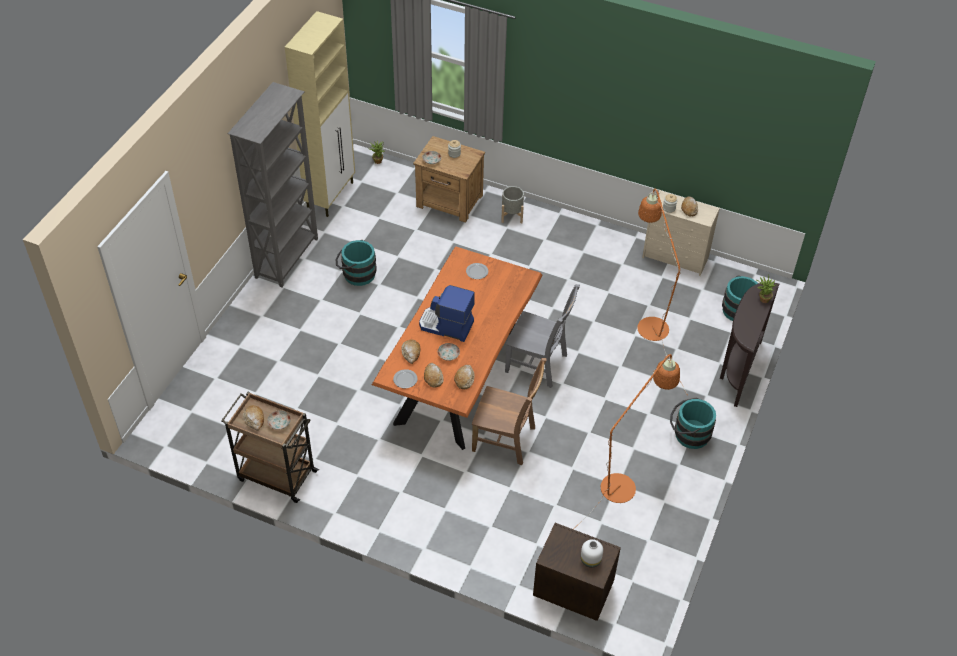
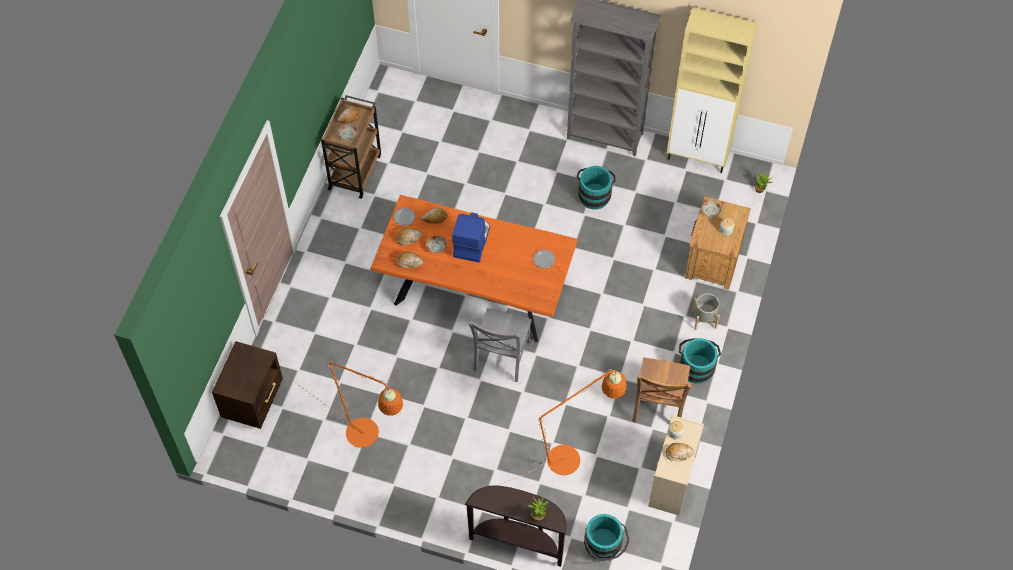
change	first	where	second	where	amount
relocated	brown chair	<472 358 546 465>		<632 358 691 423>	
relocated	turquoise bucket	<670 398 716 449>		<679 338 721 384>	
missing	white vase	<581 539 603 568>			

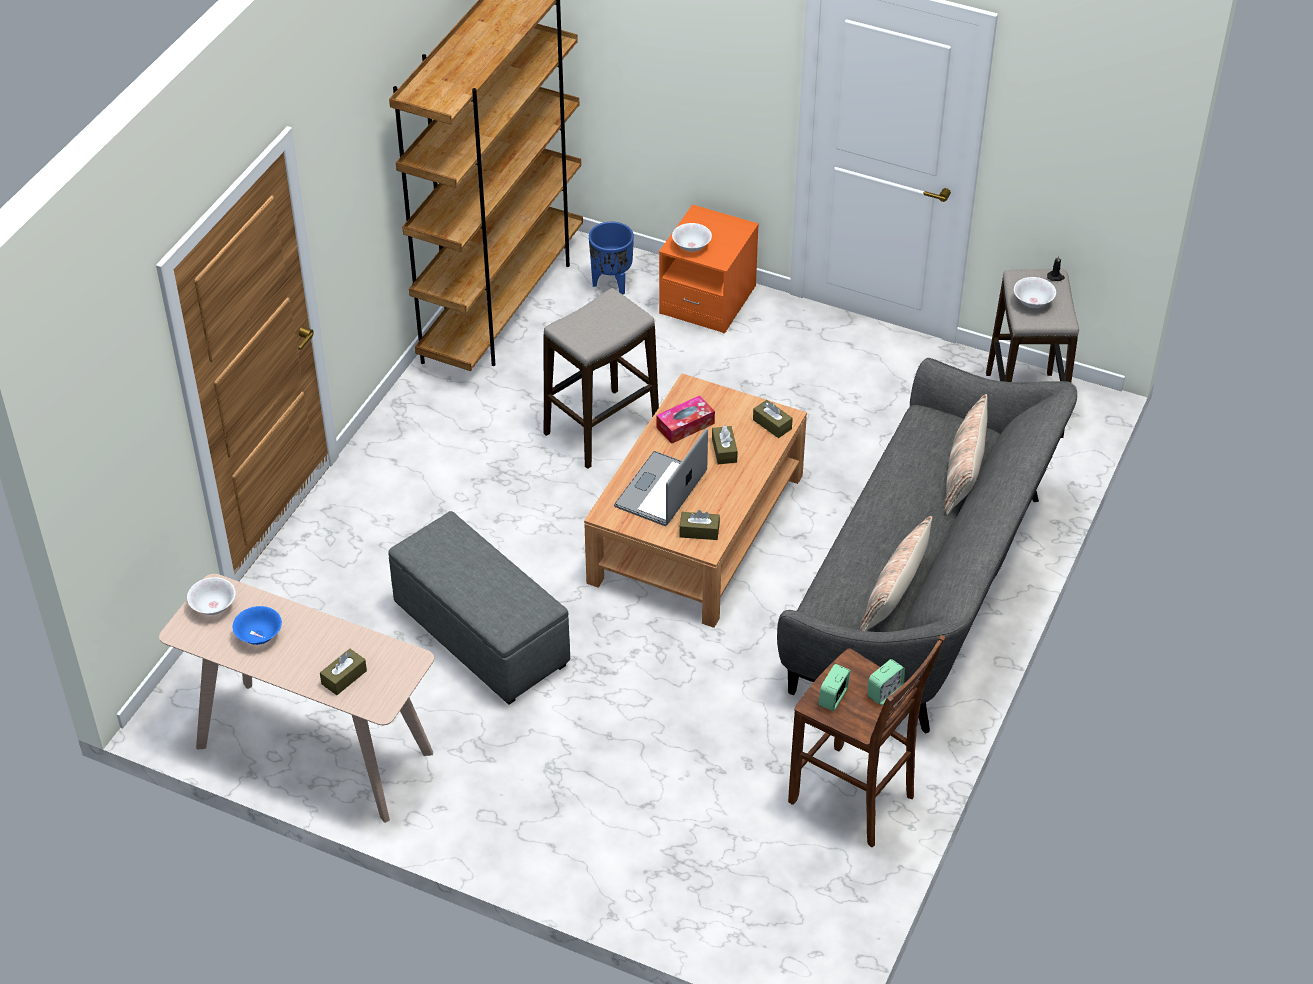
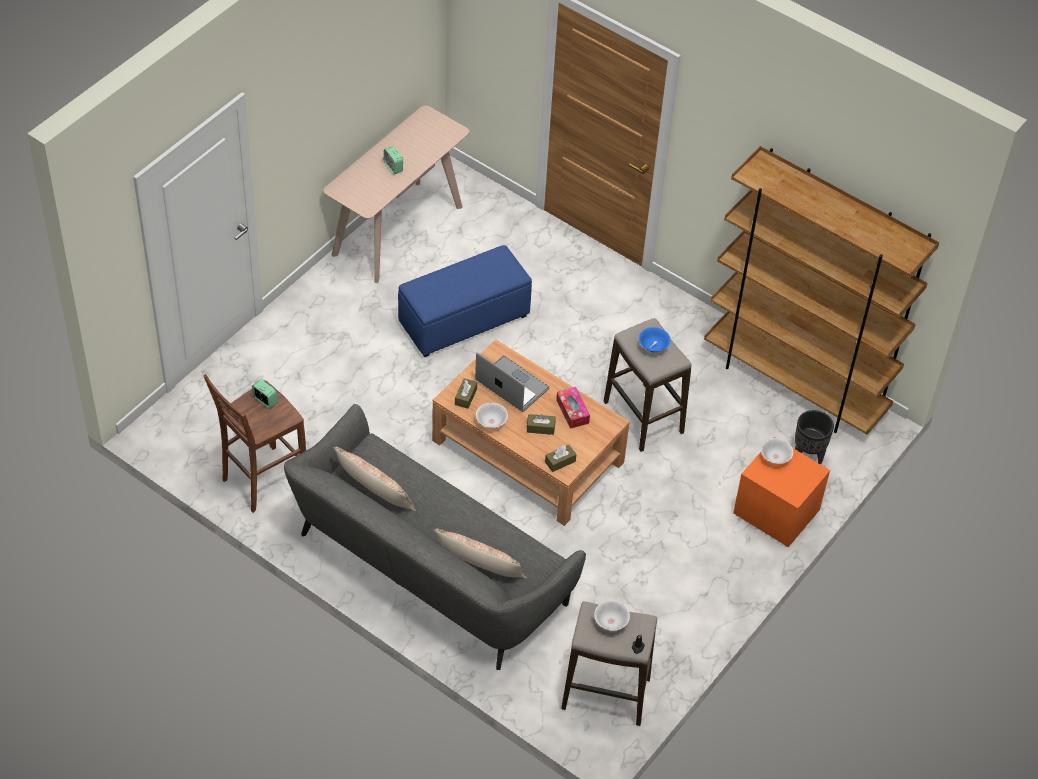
change	first	where	second	where	amount
colour	blue planter	<589 222 634 295>	black planter	<795 410 834 464>	
colour	grey ottoman	<388 511 570 705>	blue ottoman	<398 245 532 357>	
relocated	white bowl	<187 577 236 615>		<476 403 508 428>	
relocated	blue bowl	<233 606 282 645>		<639 327 671 352>	
missing	brown tissue box	<320 649 367 695>			
relocated	alarm clock	<868 659 905 705>		<384 146 403 174>	

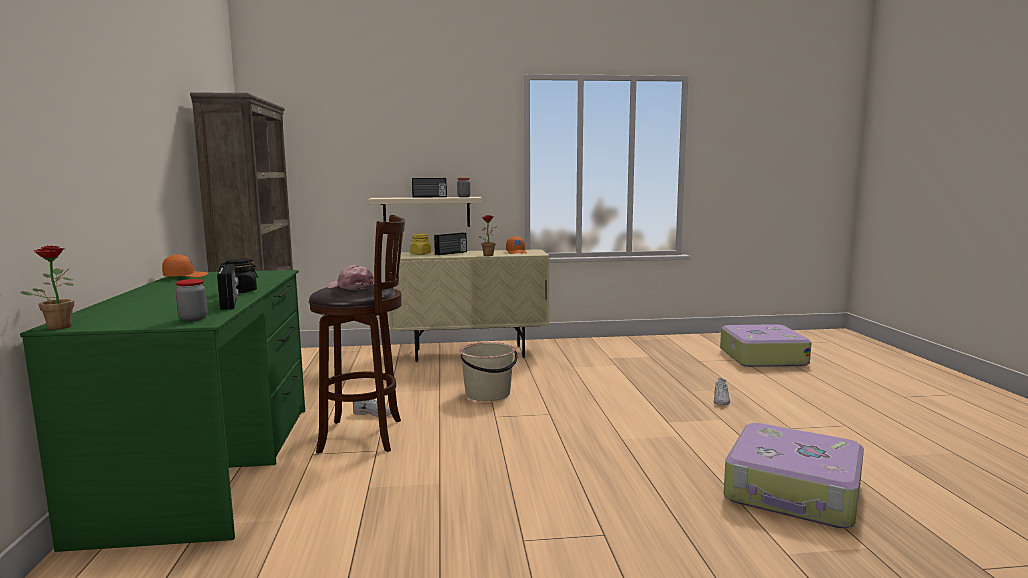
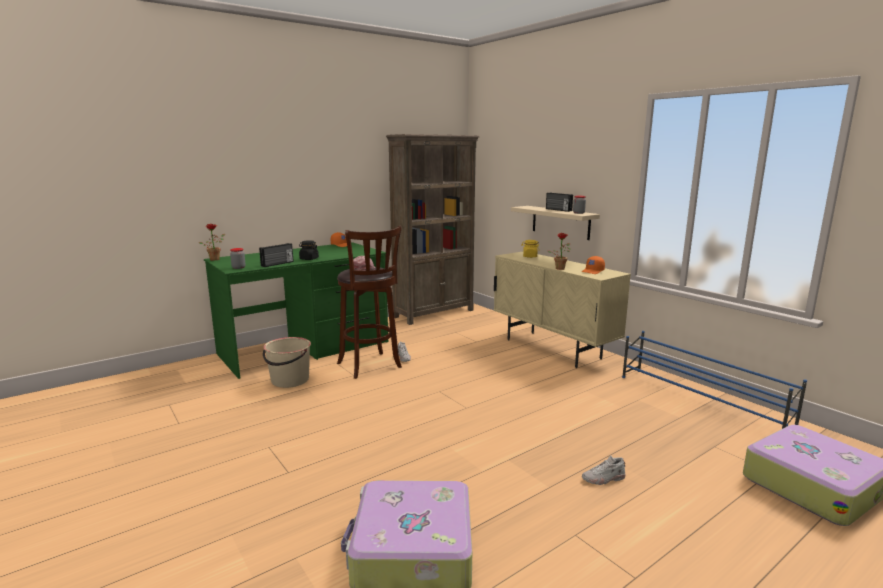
change	first	where	second	where	amount
missing	radio	<434 232 467 255>			
relocated	beige bucket	<459 342 517 401>		<263 337 311 388>	
appeared			blue shoe rack	<622 331 807 429>	

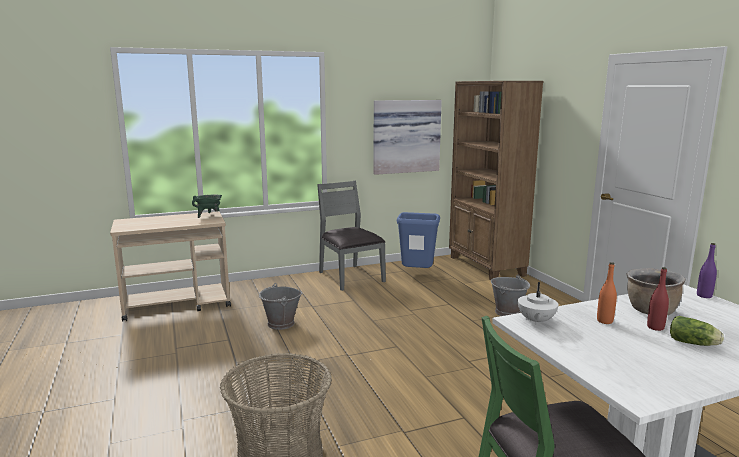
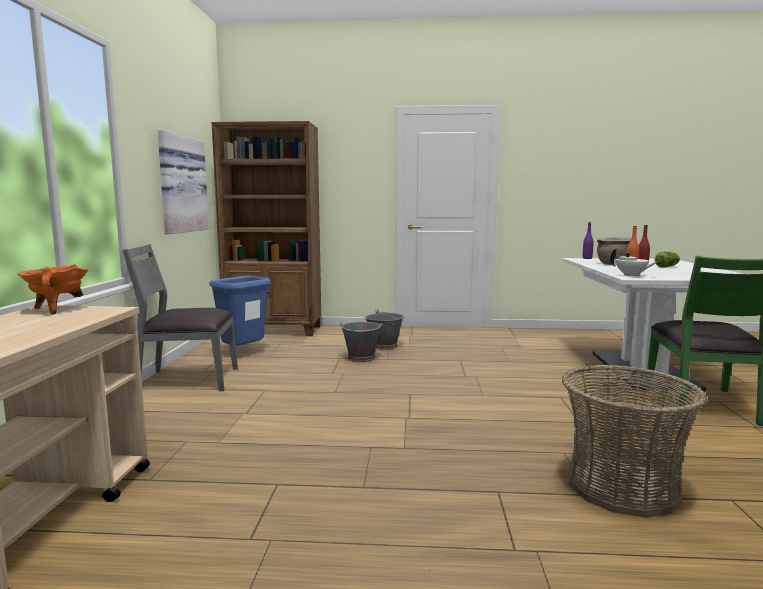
change	first	where	second	where	amount
colour	green cooking pot	<192 195 222 218>	orange cooking pot	<18 264 88 315>	
relocated	grey bucket	<259 283 302 330>		<339 322 383 362>	

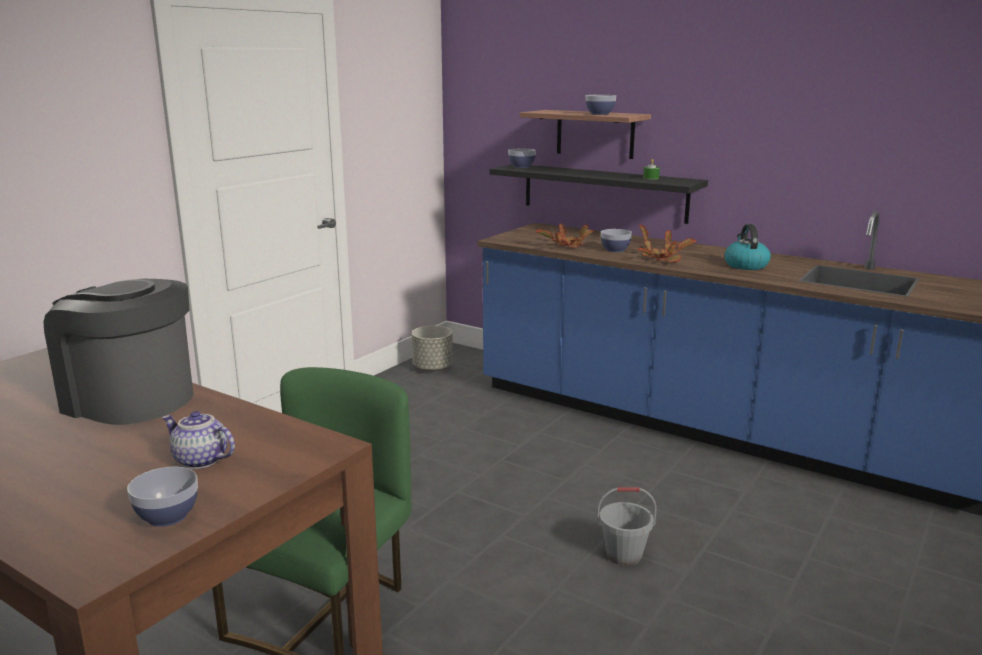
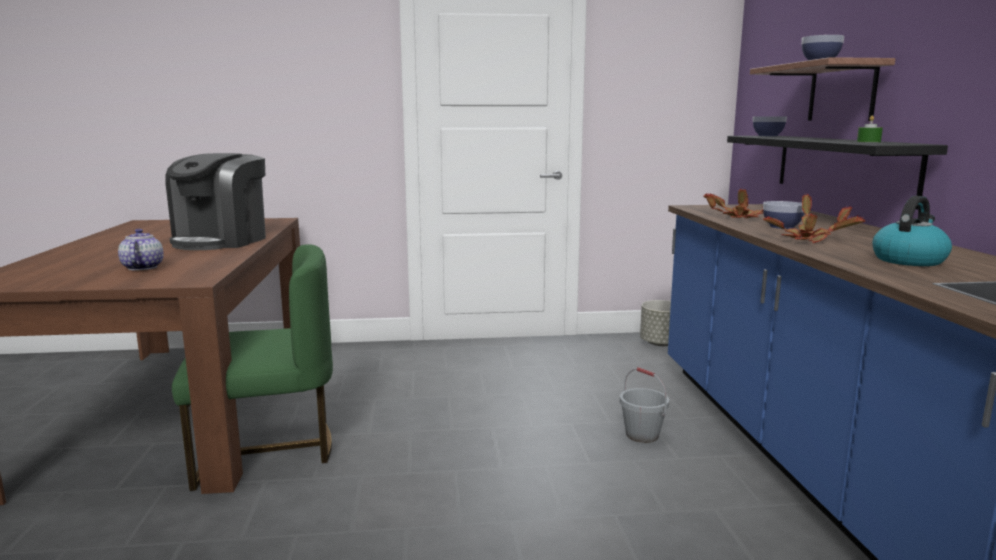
change	first	where	second	where	amount
spun	coffee machine	<43 279 193 425>		<165 153 266 250>	150 degrees counterclockwise
missing	bowl	<127 467 198 527>			
relocated	grey bucket	<597 487 657 566>		<620 367 669 443>	

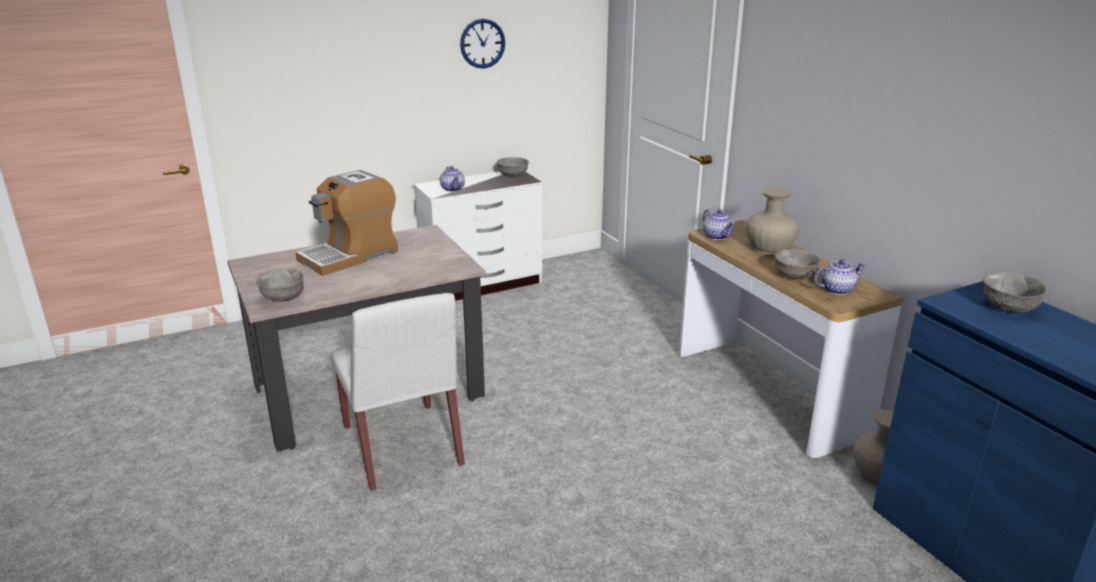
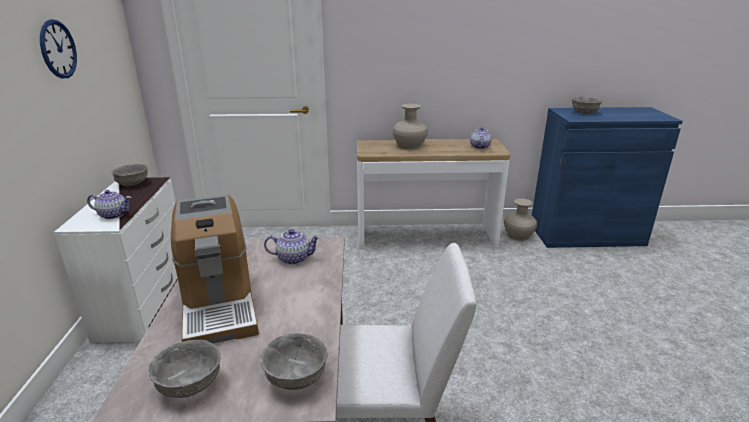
change	first	where	second	where	amount
relocated	teapot	<703 209 735 240>		<264 229 320 265>	
relocated	grey bowl	<775 249 821 279>		<149 340 221 398>	

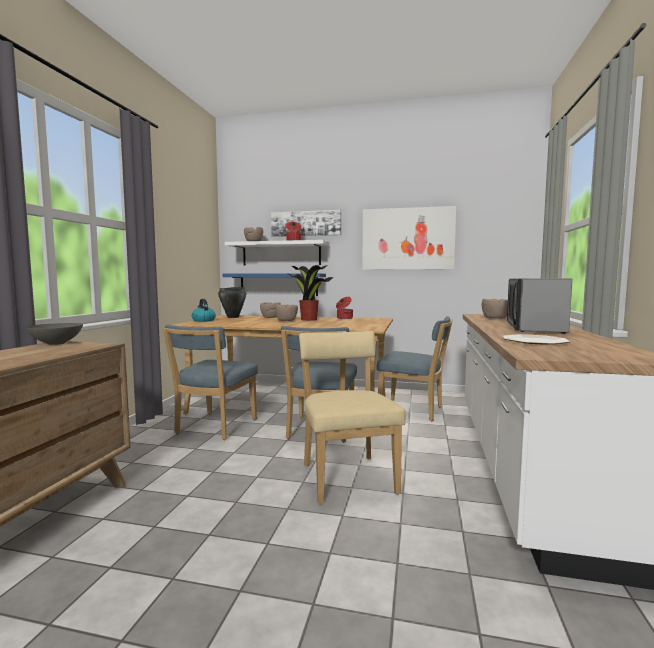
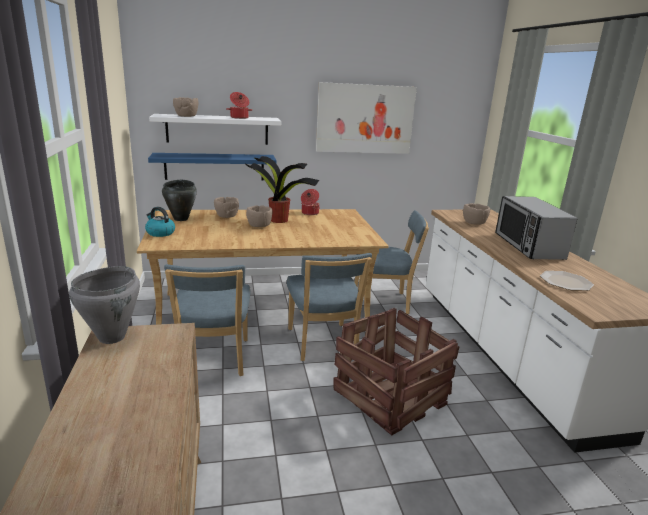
change	first	where	second	where	amount
missing	picture	<271 210 341 237>			
exchanged	grey bowl	<25 323 83 345>	grey cooking pot	<69 266 140 344>	
exchanged	beige chair	<299 331 405 504>	crate	<333 308 459 436>	

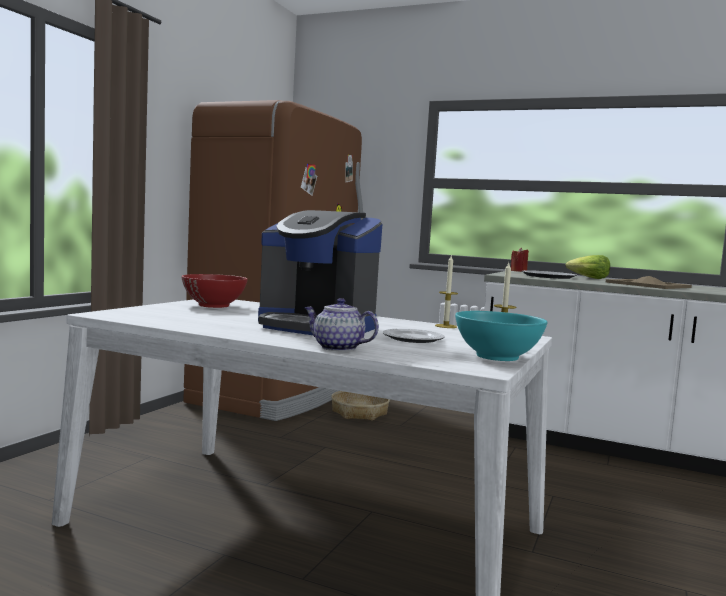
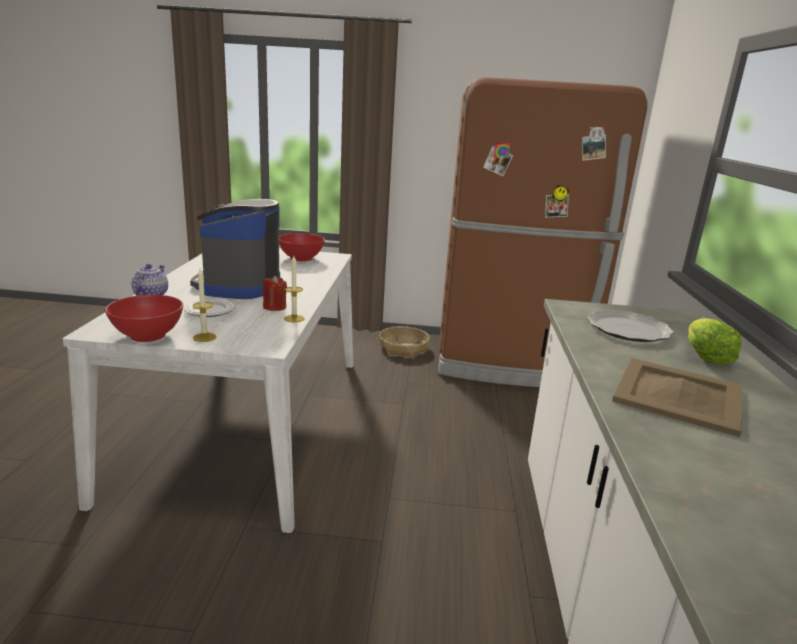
change	first	where	second	where	amount
relocated	red candle	<511 248 529 272>		<263 276 287 311>	
colour	turquoise bowl	<455 311 547 361>	red bowl	<105 295 183 342>	
relocated	basket	<331 391 390 420>		<379 326 430 358>	

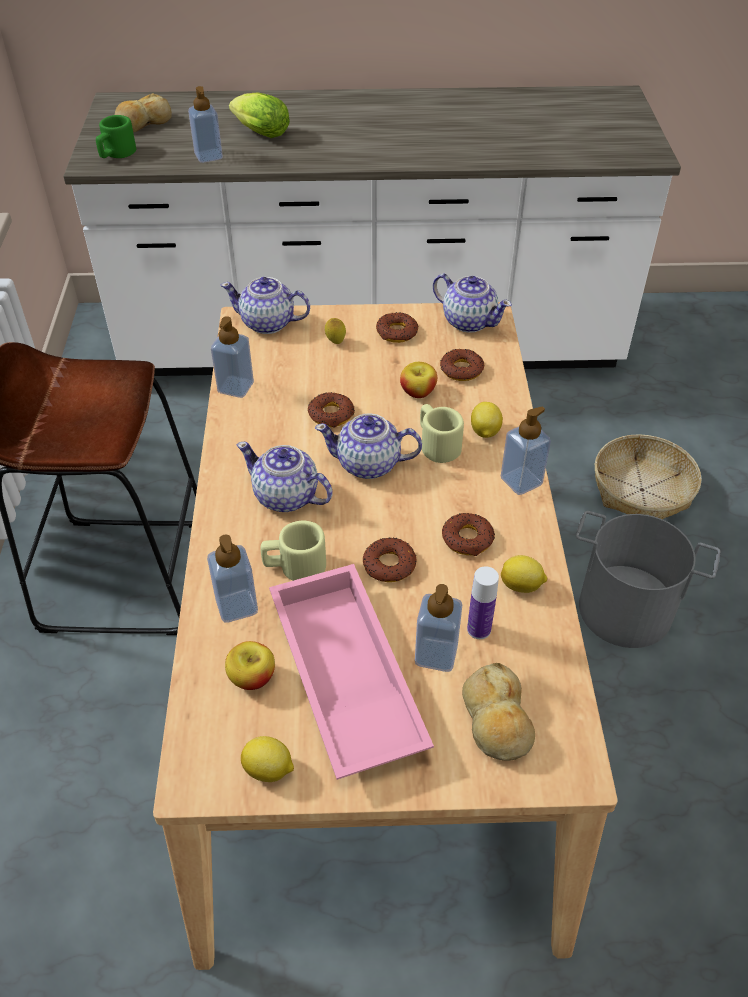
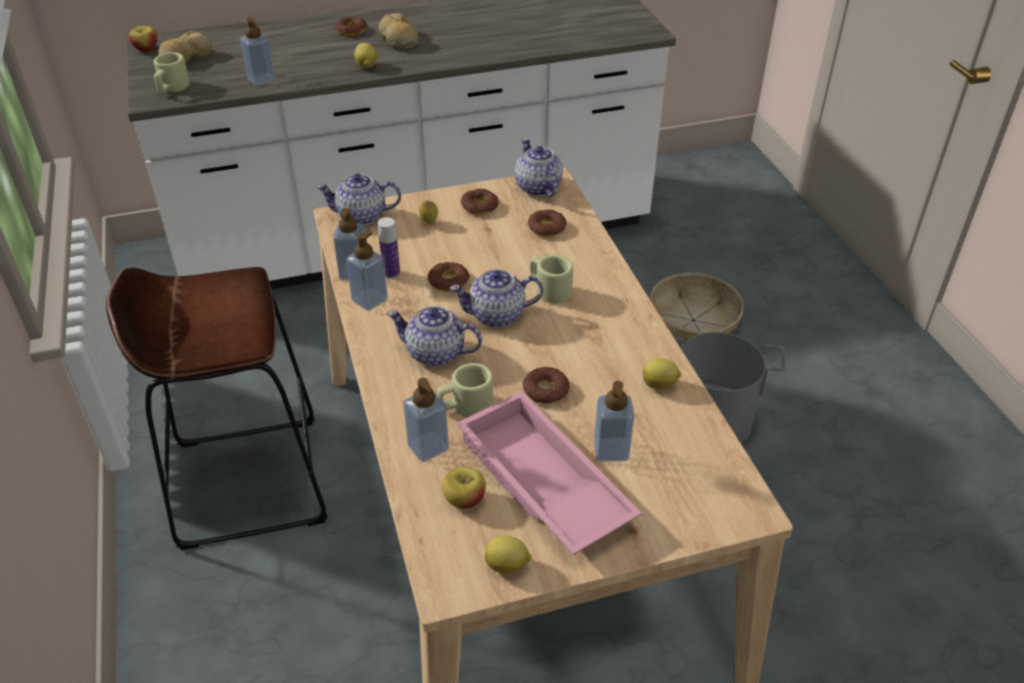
change	first	where	second	where	amount
missing	lettuce	<229 93 290 138>			
colour	green mug	<96 115 136 158>	beige mug	<154 52 190 93>	
spun	teapot	<433 274 512 333>		<514 138 563 196>	135 degrees counterclockwise
relocated	apple	<400 362 437 398>		<129 26 158 52>	
relocated	lemon	<471 402 503 438>		<354 43 377 68>	
relocated	soap dispenser	<501 407 551 495>		<346 231 388 311>	
relocated	donut	<442 513 495 556>		<335 17 367 36>	
relocated	bottle	<467 566 499 639>		<378 217 400 279>	
relocated	bread	<462 663 535 761>		<379 12 419 49>	

